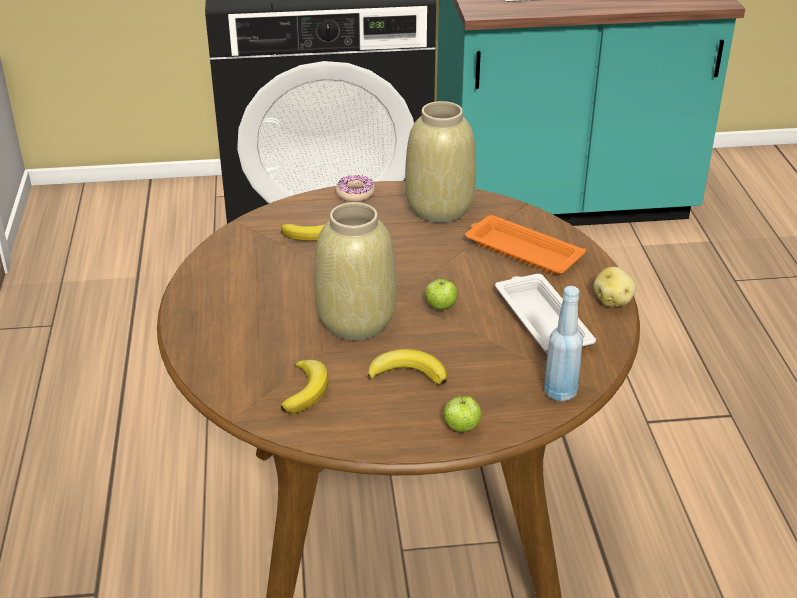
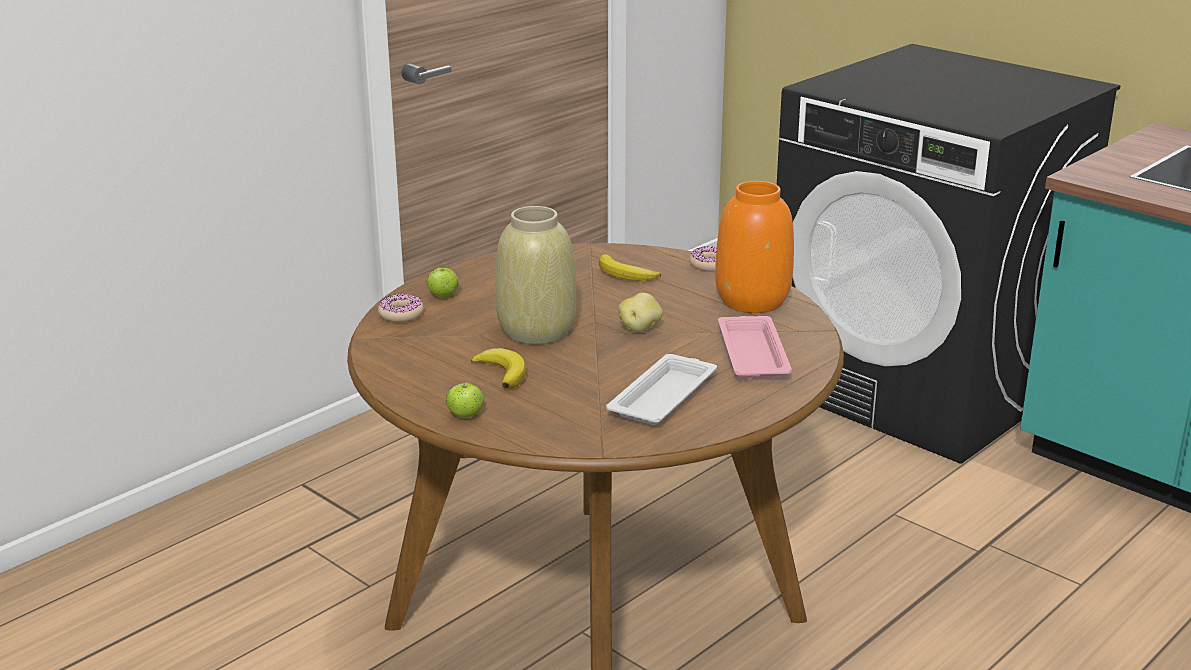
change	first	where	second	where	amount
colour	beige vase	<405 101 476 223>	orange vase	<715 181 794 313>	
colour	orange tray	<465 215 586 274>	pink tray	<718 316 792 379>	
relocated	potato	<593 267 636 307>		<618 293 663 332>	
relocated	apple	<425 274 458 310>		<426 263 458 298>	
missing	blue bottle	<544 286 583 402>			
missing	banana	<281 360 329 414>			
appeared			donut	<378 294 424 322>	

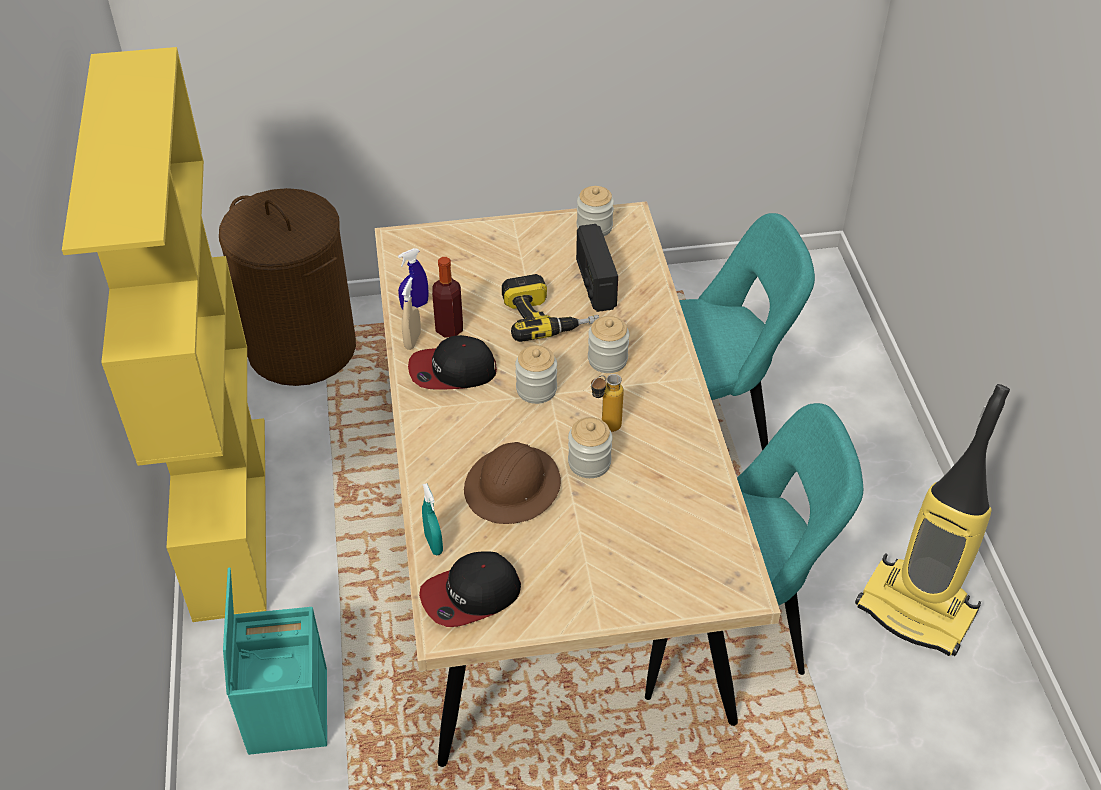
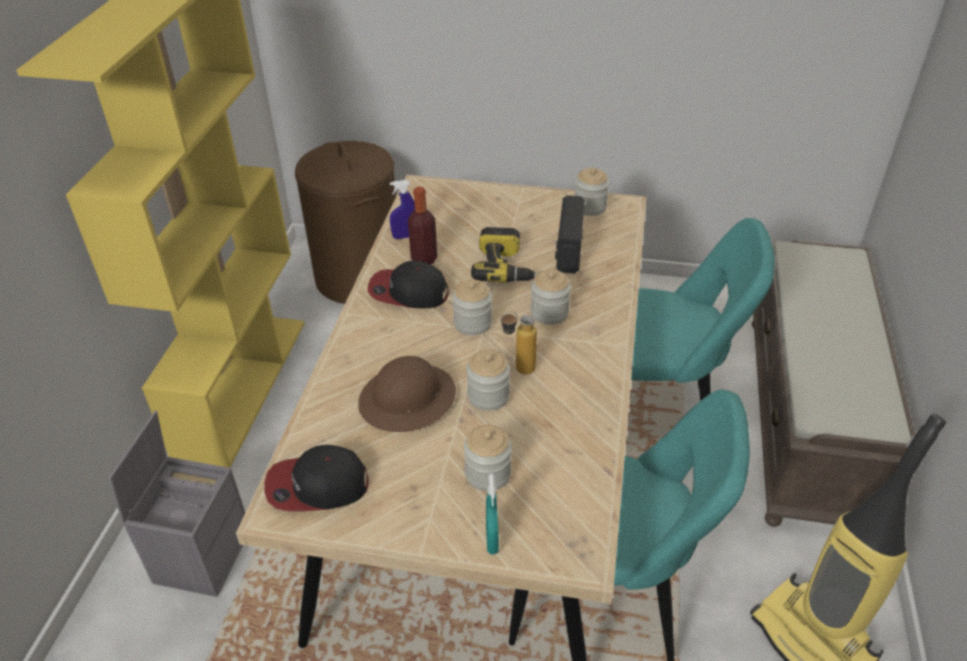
change	first	where	second	where	amount
missing	beige spray bottle	<402 277 421 350>			
relocated	turquoise spray bottle	<422 483 443 555>		<486 474 499 555>	
colour	turquoise storage box	<223 568 327 755>	grey storage box	<109 410 245 597>	
appeared			brown bench	<752 240 916 527>	
appeared			jar	<464 425 512 491>	

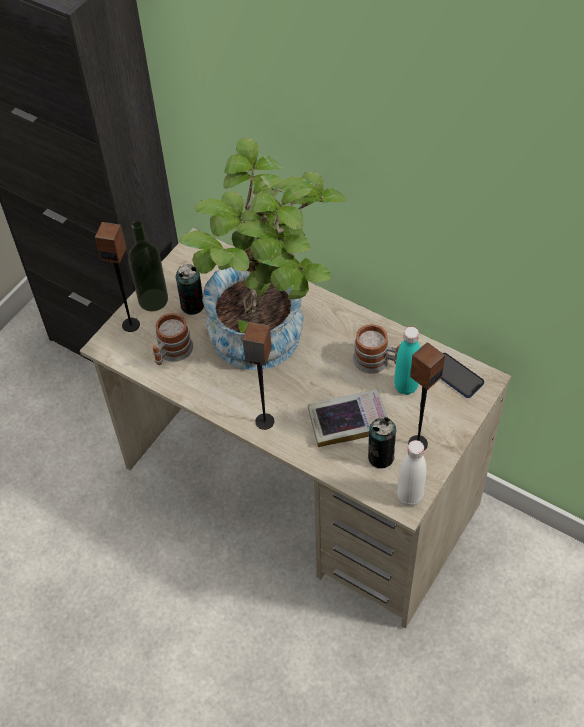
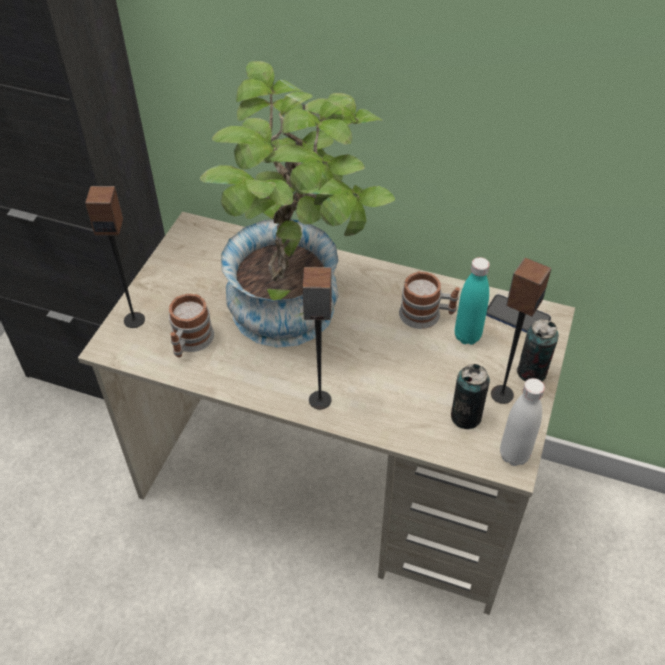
change	first	where	second	where	amount
missing	bottle	<128 221 168 311>			
relocated	can	<176 264 204 315>		<517 319 559 382>	
missing	book	<308 389 388 447>			

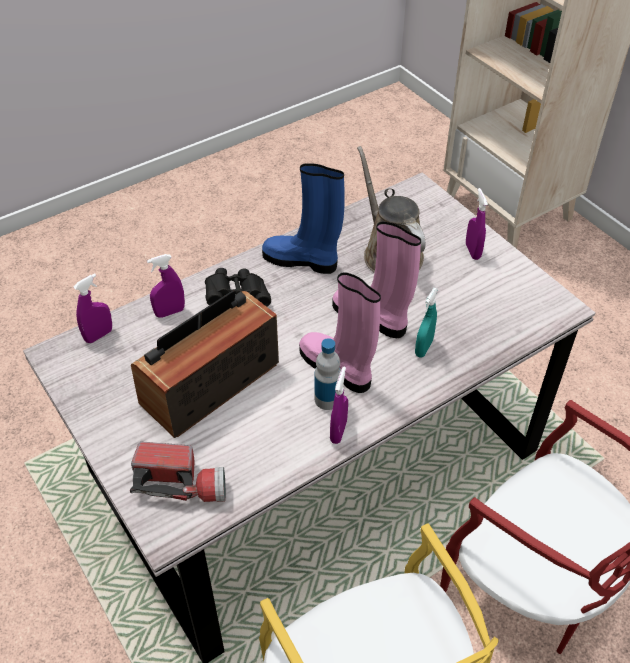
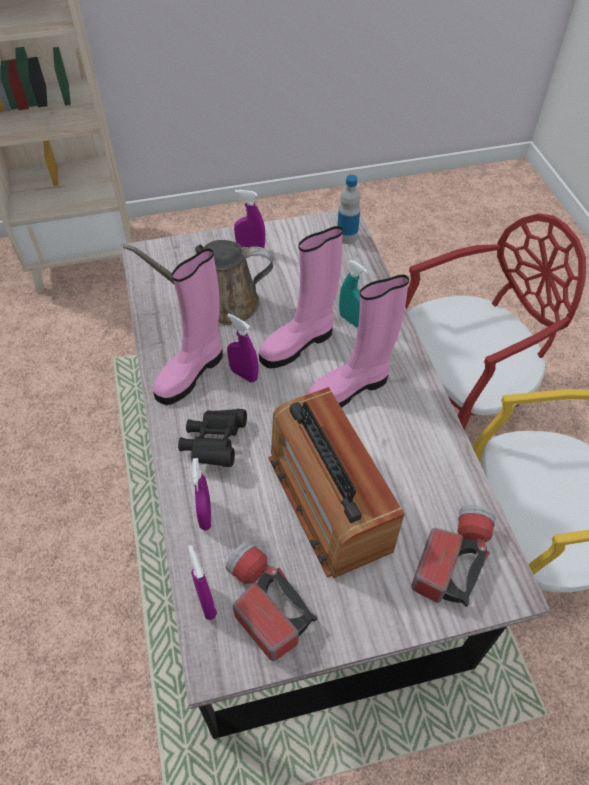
change	first	where	second	where	amount
colour	blue boot	<262 163 345 274>	pink boot	<153 248 223 405>	
relocated	bottle	<315 338 341 410>		<337 175 360 244>	
relocated	purple spray bottle	<330 366 348 444>		<227 313 259 383>	
appeared			flashlight	<226 541 317 661>	

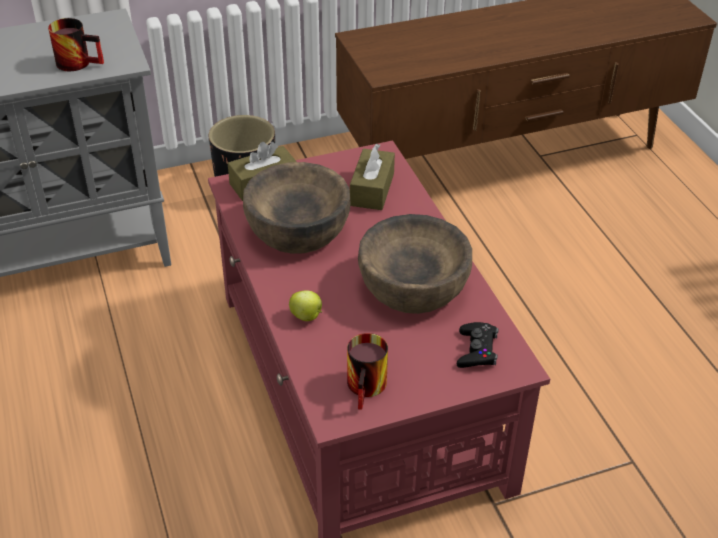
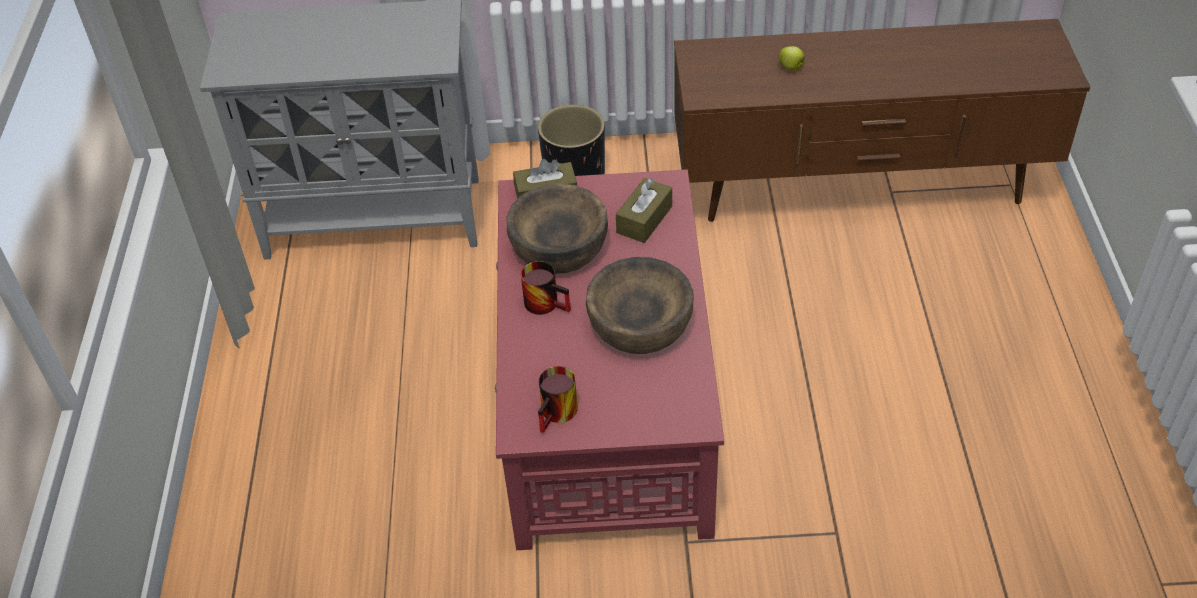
change	first	where	second	where	amount
relocated	mug	<48 18 104 71>		<521 261 571 315>	
relocated	apple	<289 290 322 321>		<779 46 805 71>	
missing	black game controller	<457 322 499 368>			

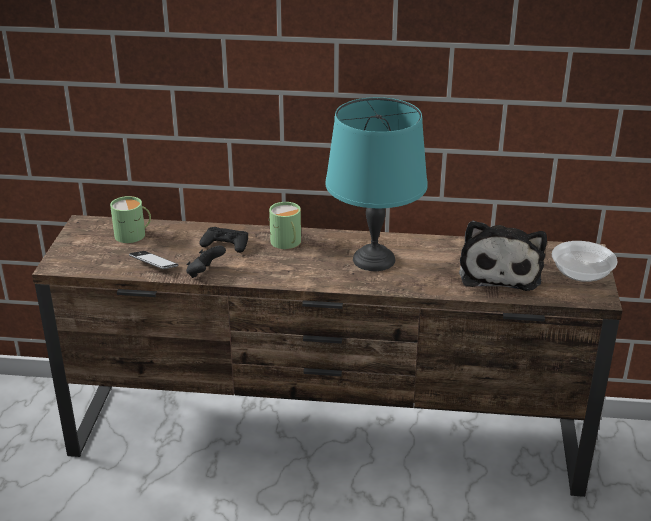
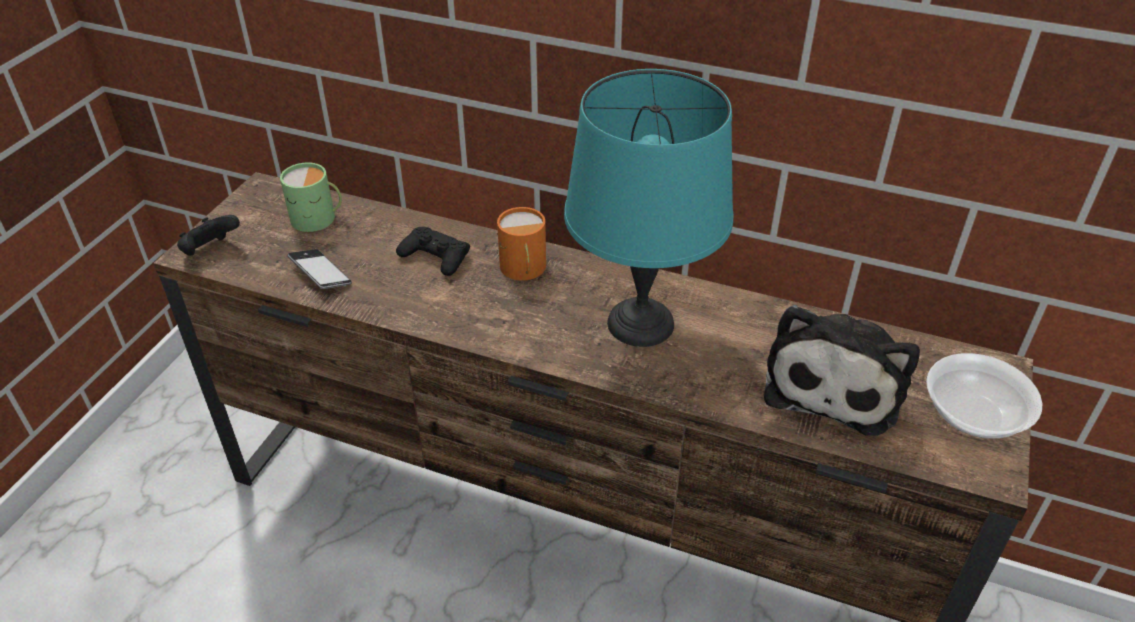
change	first	where	second	where	amount
colour	green mug	<269 202 301 249>	orange mug	<497 207 546 281>	
relocated	black game controller	<186 245 226 278>		<177 215 240 256>	

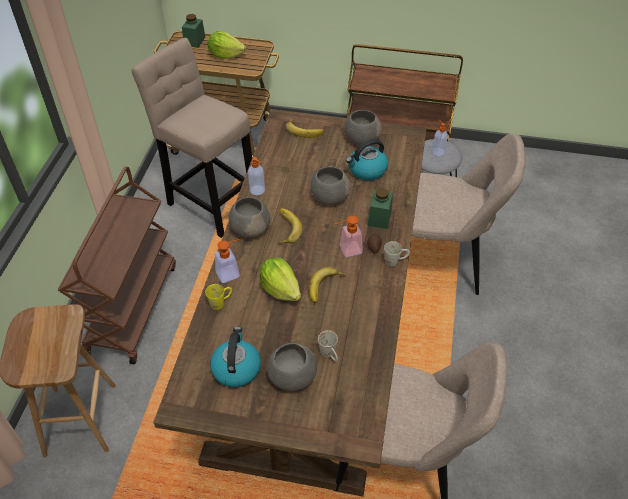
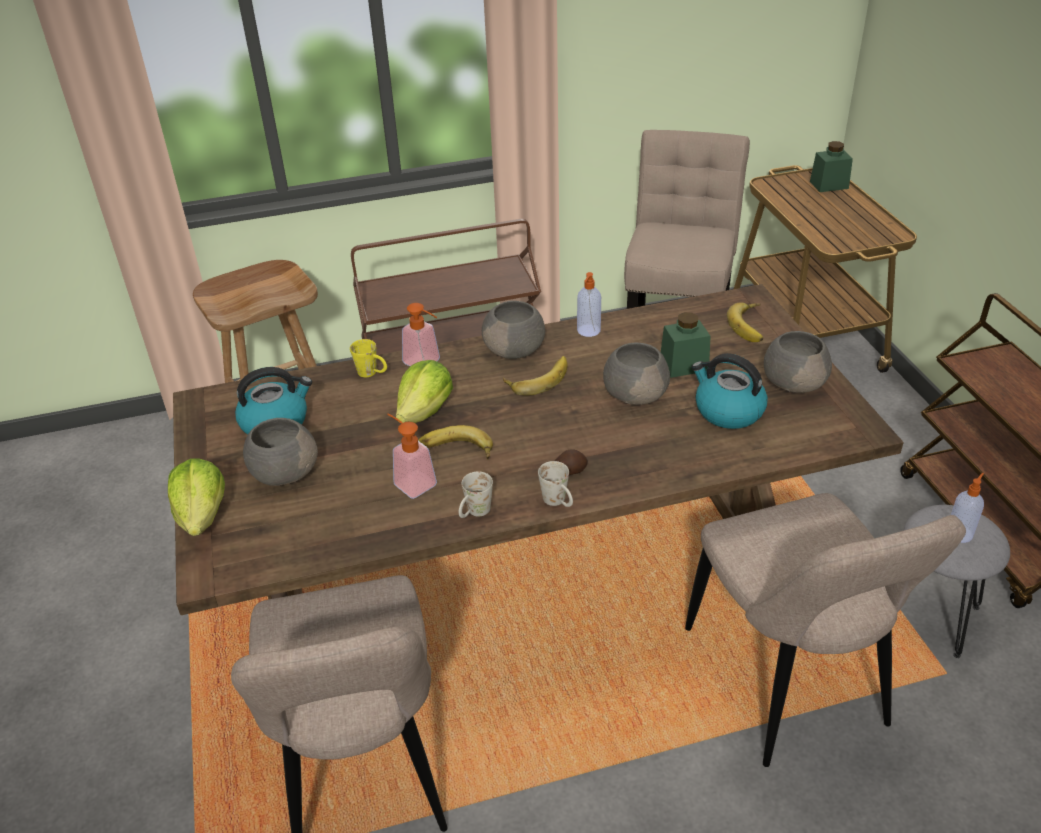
change	first	where	second	where	amount
relocated	lettuce	<208 31 246 59>		<168 458 225 536>	
relocated	green jar	<367 188 393 229>		<661 312 710 378>	
relocated	soap dispenser	<334 216 363 257>		<387 414 437 499>	
relocated	white mug	<318 330 338 362>		<459 472 493 518>	

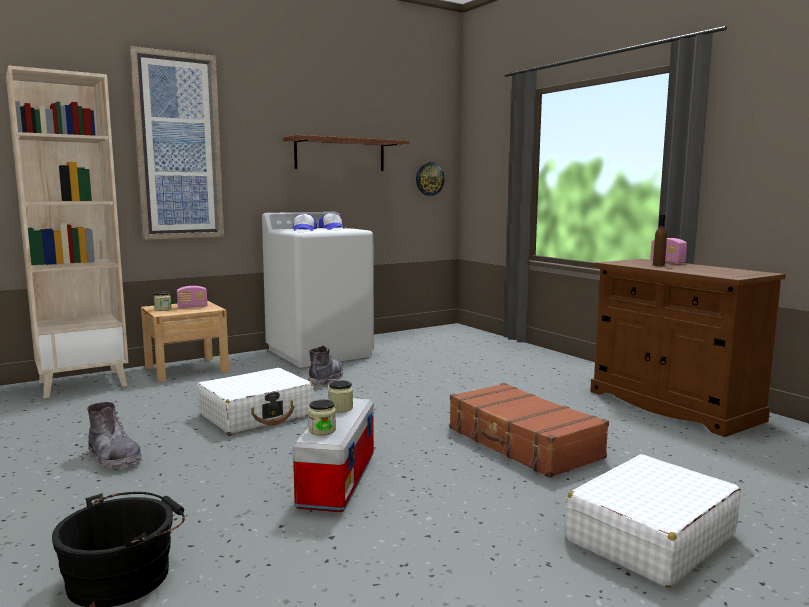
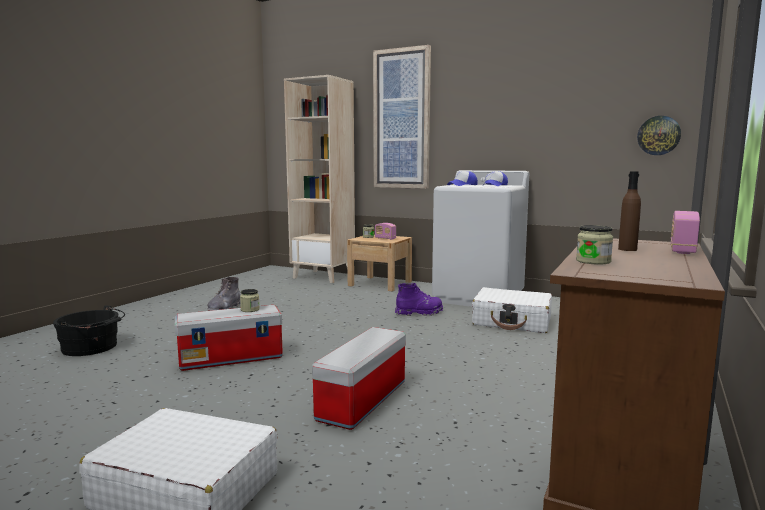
change	first	where	second	where	amount
missing	brown shelf	<283 135 409 171>			
colour	grey boot	<309 346 343 386>	purple boot	<395 283 443 316>	
relocated	white suitcase	<197 368 314 434>		<472 287 552 333>	
exchanged	brown suitcase	<449 383 609 478>	storage box	<312 327 406 430>	
relocated	jar	<309 400 336 435>		<576 225 613 265>	

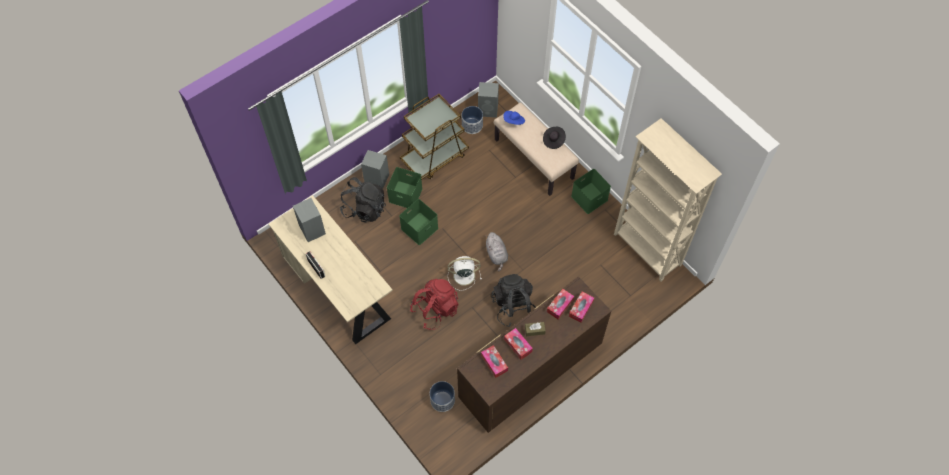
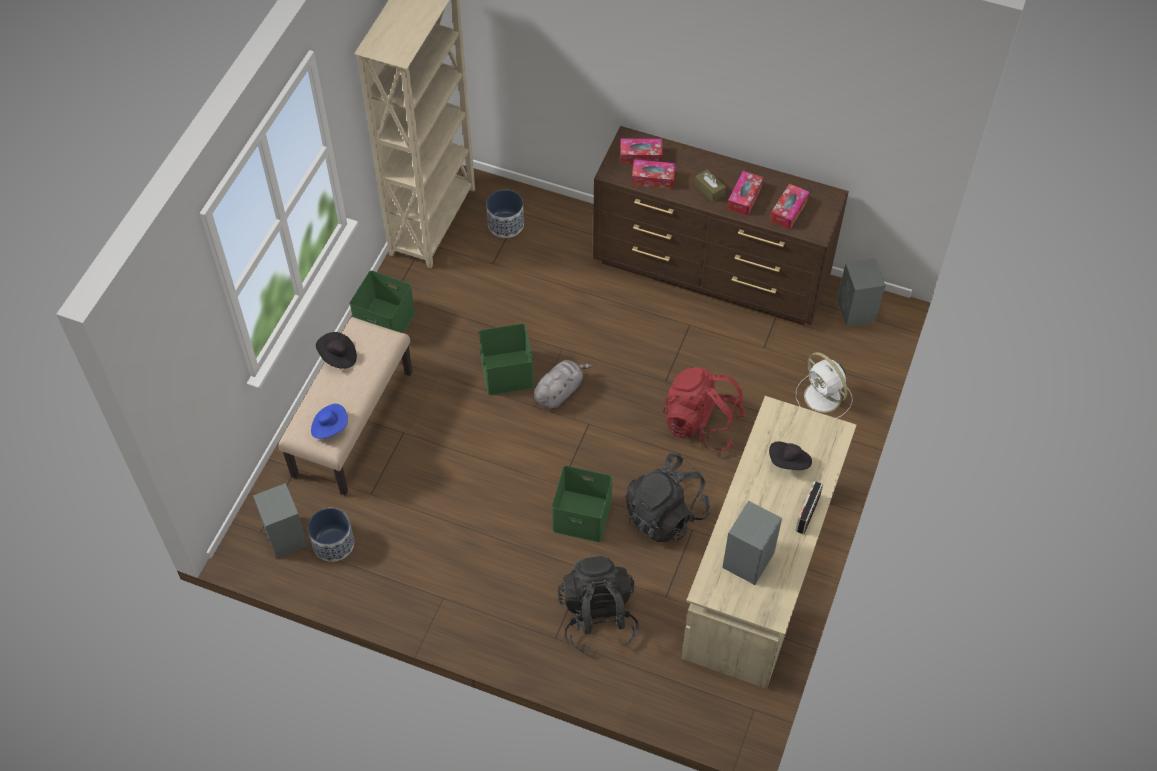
change	first	where	second	where	amount
missing	brown cart	<400 94 469 180>			
relocated	grey speaker	<361 150 389 189>		<837 258 886 327>	
relocated	green storage box	<387 167 422 208>		<479 323 534 395>	
relocated	white fan	<448 256 482 291>		<796 352 853 418>	
relocated	black backpack	<491 274 536 327>		<625 453 710 543>	
relocated	planter	<430 381 455 412>		<486 190 524 238>	
appeared			black hat	<769 441 812 470>	

